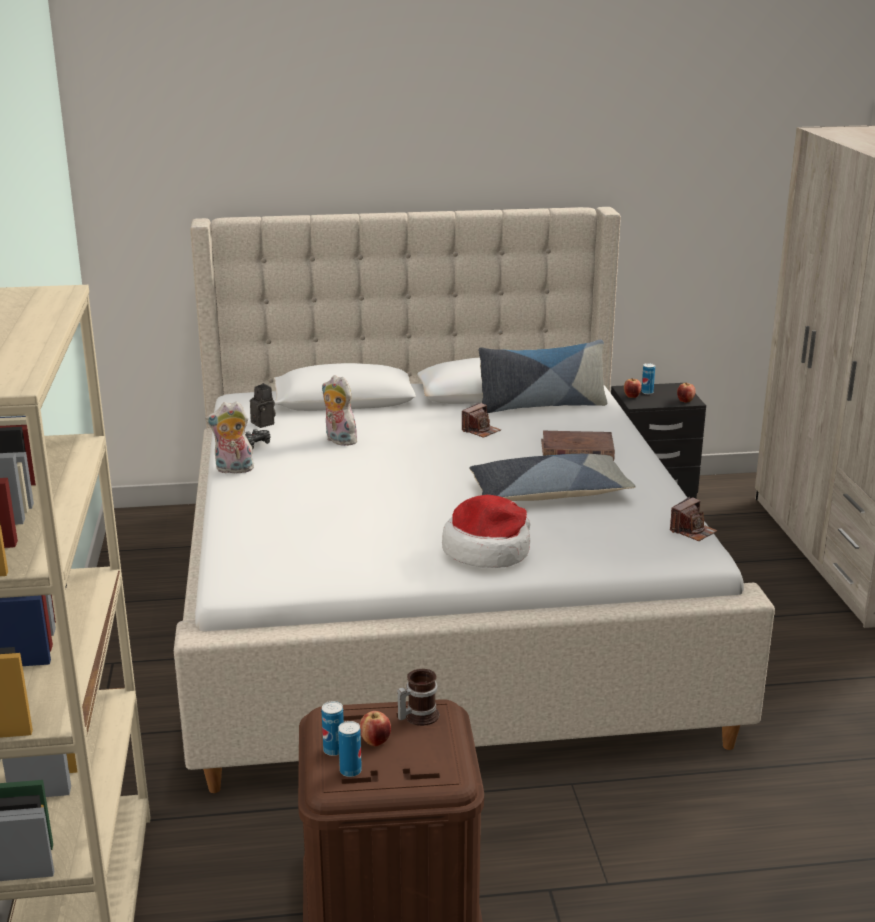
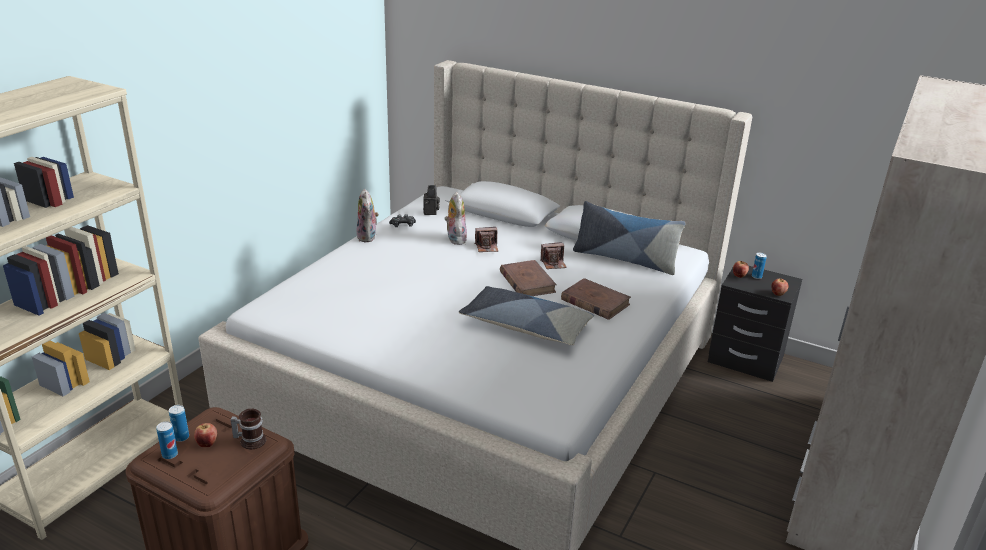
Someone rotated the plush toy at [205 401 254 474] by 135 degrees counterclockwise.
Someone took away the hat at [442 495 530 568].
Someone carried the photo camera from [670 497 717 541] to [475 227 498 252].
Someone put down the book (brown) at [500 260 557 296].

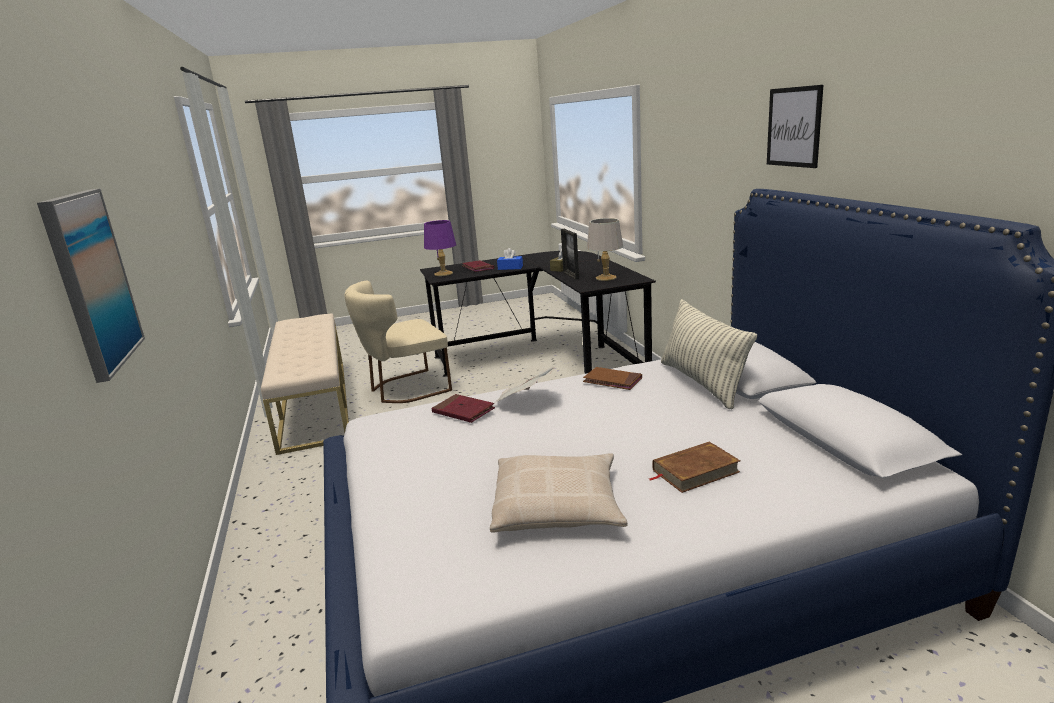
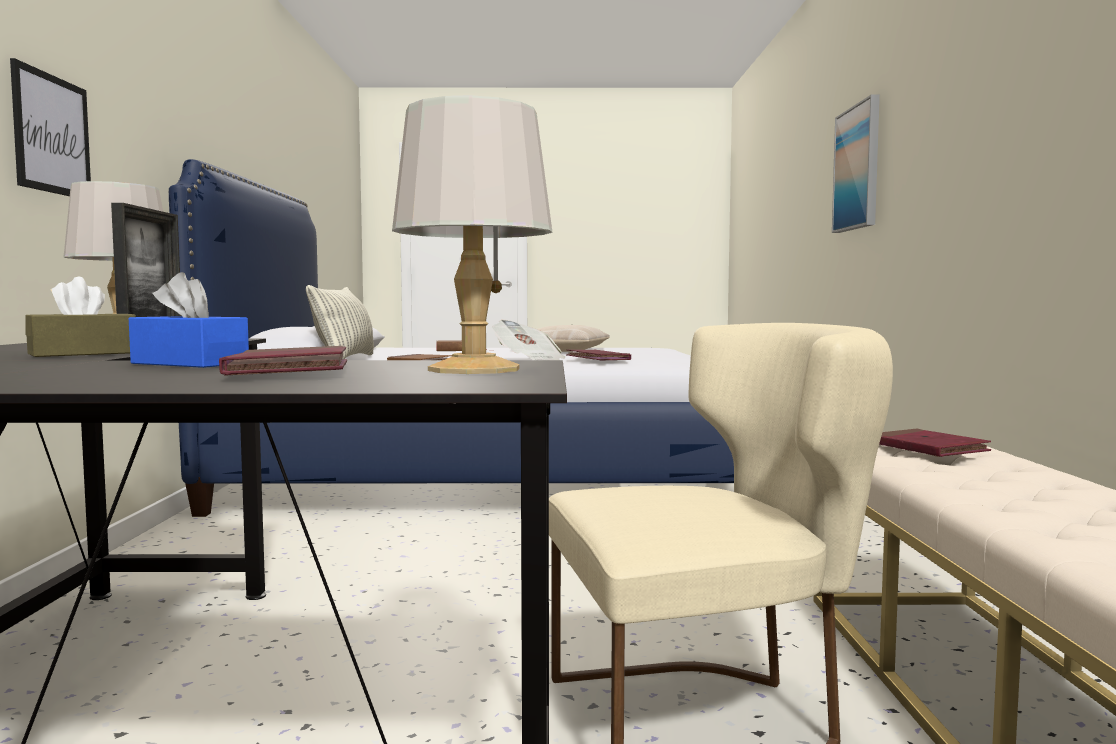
Someone carried the picture from [767 85 823 168] to [10 58 91 196].
Someone repainted the table lamp (purple) at [424 220 456 276], which became the table lamp (grey) at [392 95 553 374].
Someone put down the book (red) at [879 429 991 457].

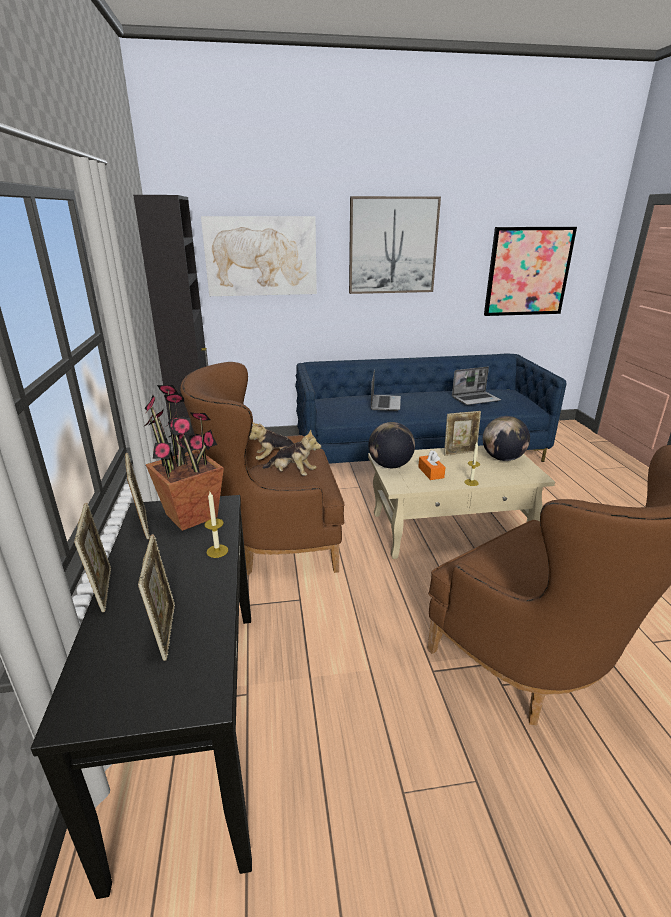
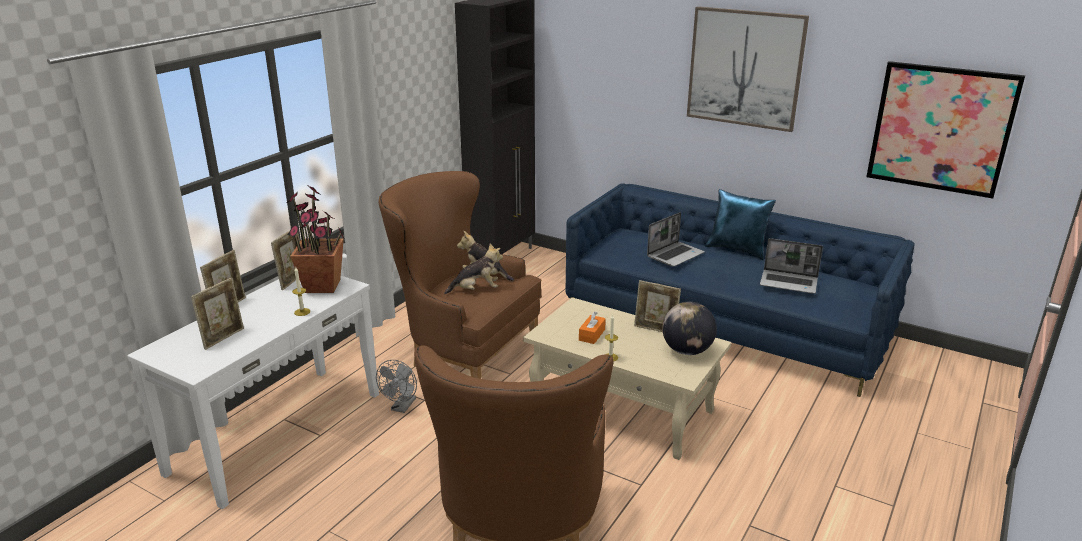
Someone took away the picture at [201 216 317 296].
Someone took away the globe at [368 422 415 468].
Someone rotated the plush toy at [262 429 321 476] by 75 degrees counterclockwise.
Someone repainted the console table (black) at [31 495 252 899], which became the console table (white) at [127 276 379 509].
Someone put down the pillow (blue) at [705 189 776 260].
Someone put down the fan (grey) at [376 360 417 413].

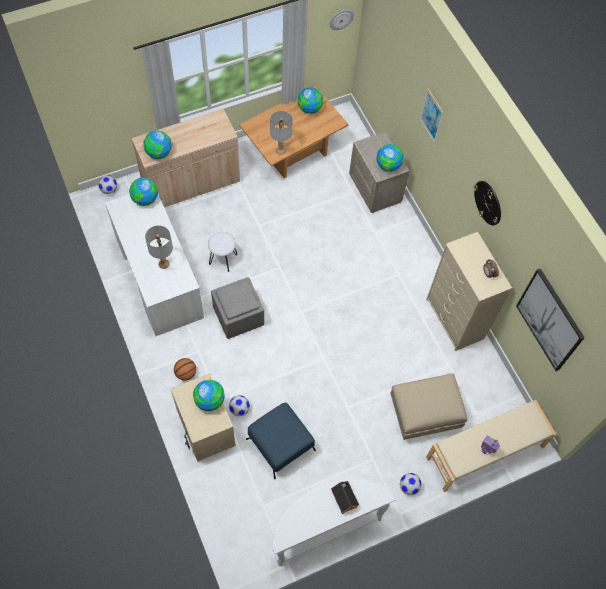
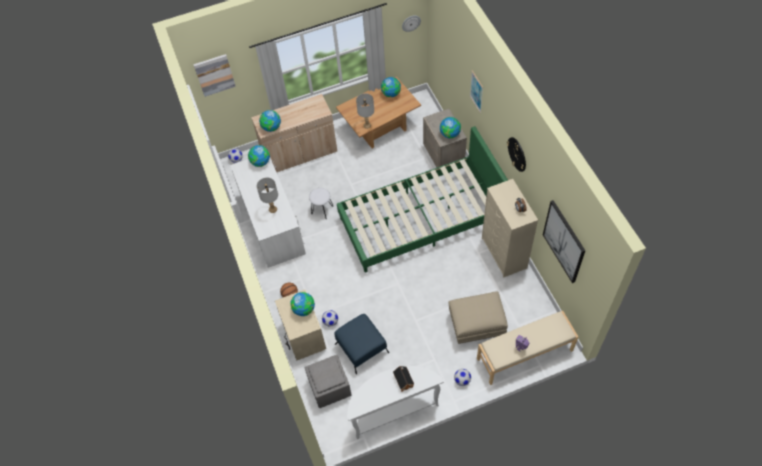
Someone carried the ottoman (grey) from [211 277 264 339] to [305 355 351 408].
Someone put up the picture at [193 54 236 97].
Someone put down the bed (green) at [337 126 508 272].

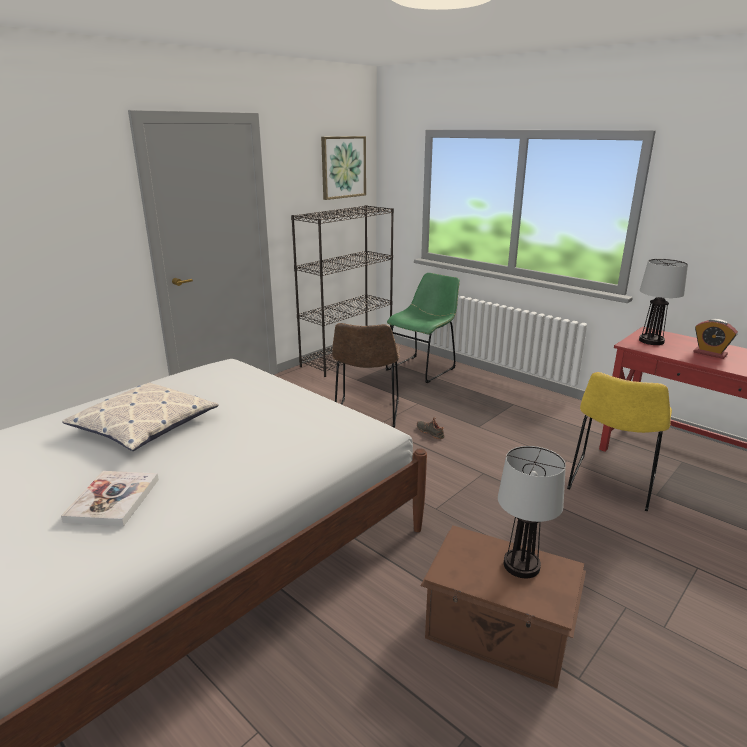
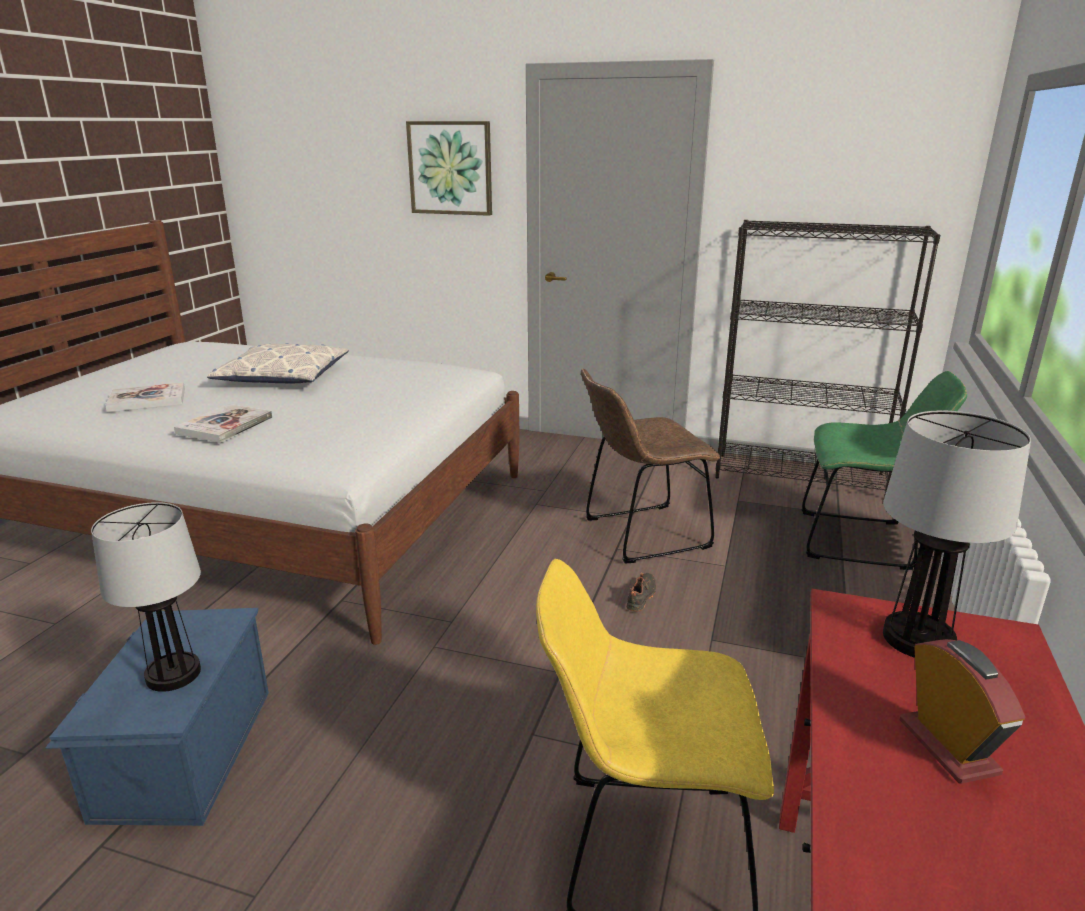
Someone carried the picture from [321 136 366 200] to [406 121 492 216].
Someone rotated the alarm clock at [693 319 738 359] by 150 degrees clockwise.
Someone repainted the storage box (brown) at [421 526 586 688], which became the storage box (blue) at [45 608 269 826].
Someone put down the book at [174 404 273 443].

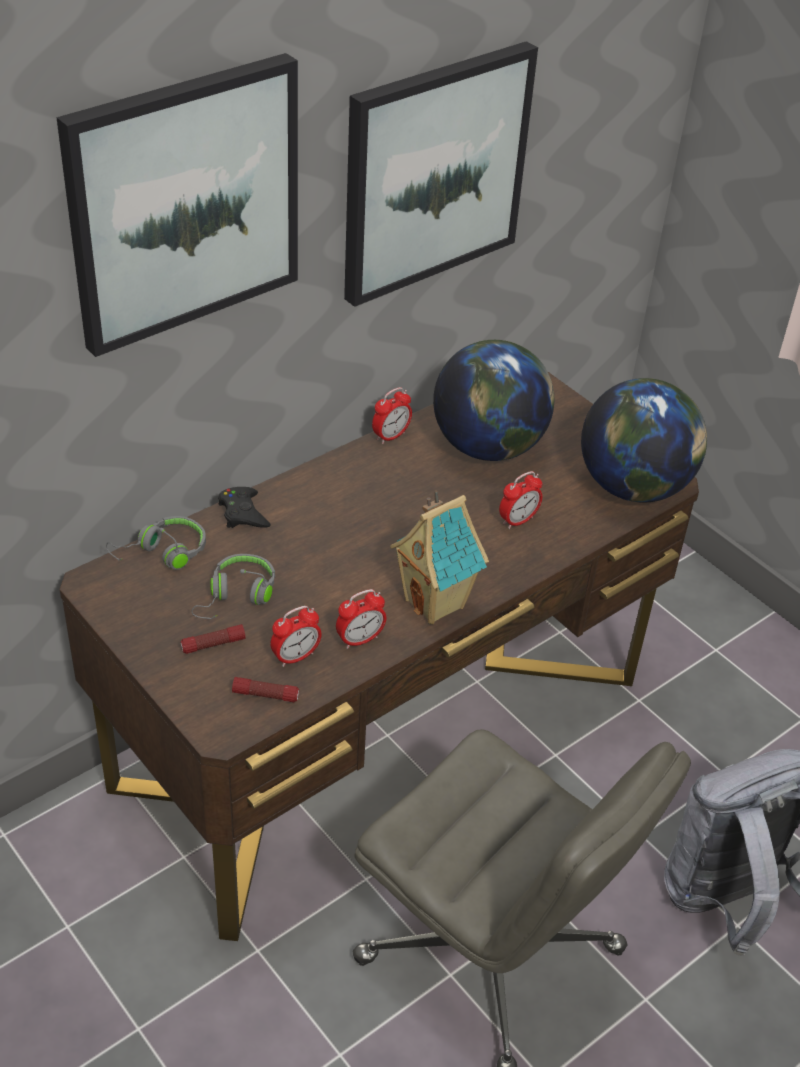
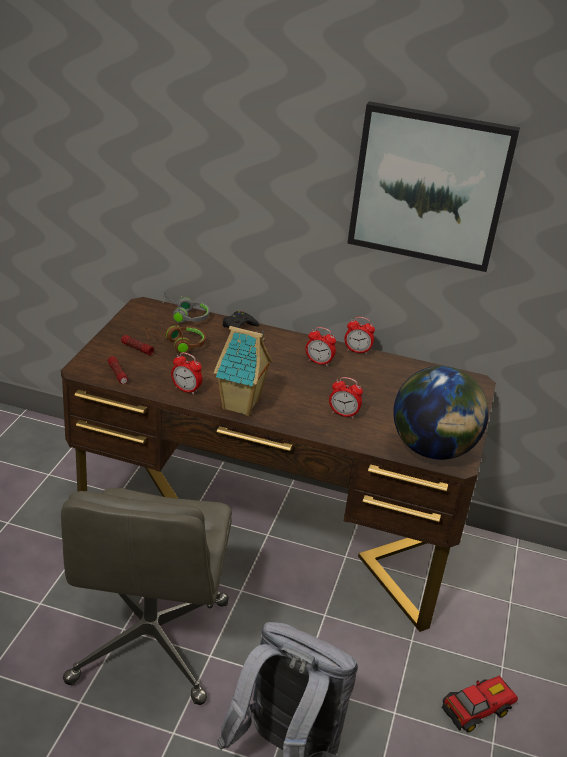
Someone took away the picture at [56 53 298 357].
Someone took away the globe at [433 340 554 461].
Someone repainted the headphones (grey) at [191 554 275 619], which became the headphones (brown) at [146 325 206 353].
Someone carried the alarm clock from [270 606 322 667] to [306 327 336 366].
Someone put down the toy car at [442 675 518 733].

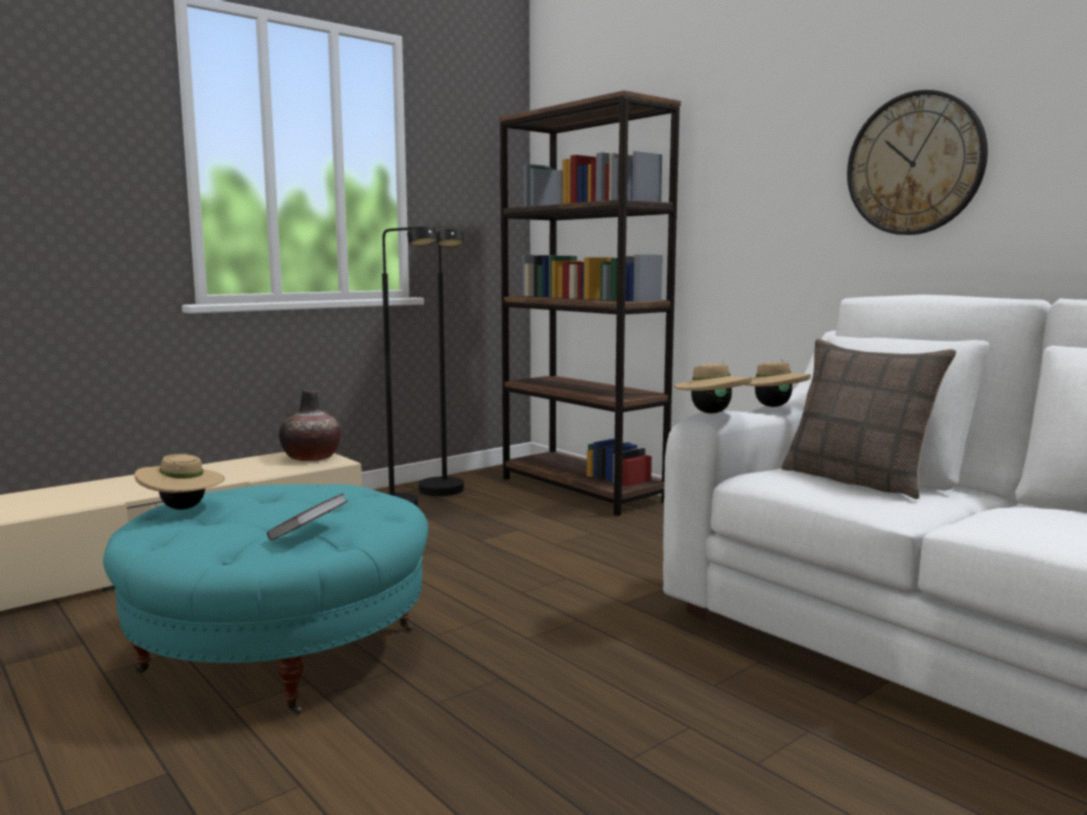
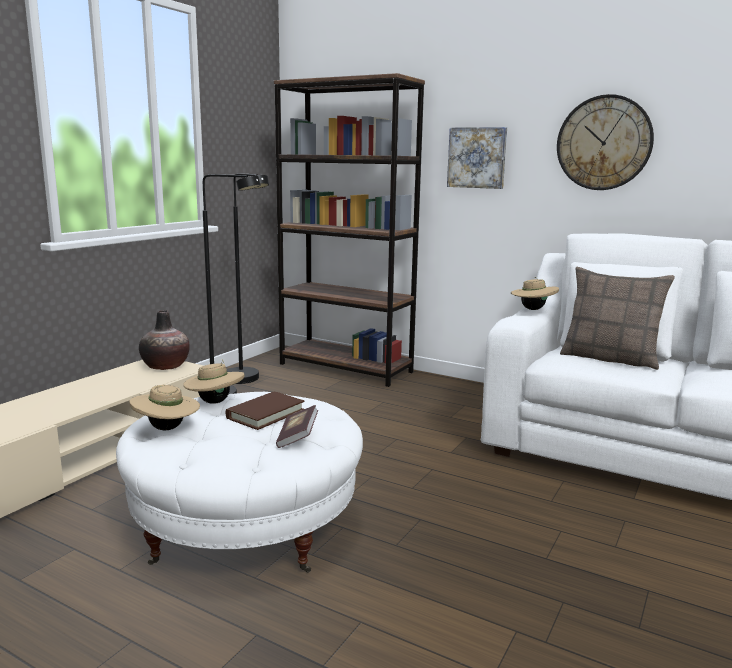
Someone carried the hat (beige) from [674 360 752 413] to [183 359 245 404].
Someone repainted the ottoman (turquoise) at [103 484 428 715], which became the ottoman (white) at [116 392 363 573].
Someone put up the picture at [447 127 507 189].
Someone put down the book (brown) at [225 391 305 430].

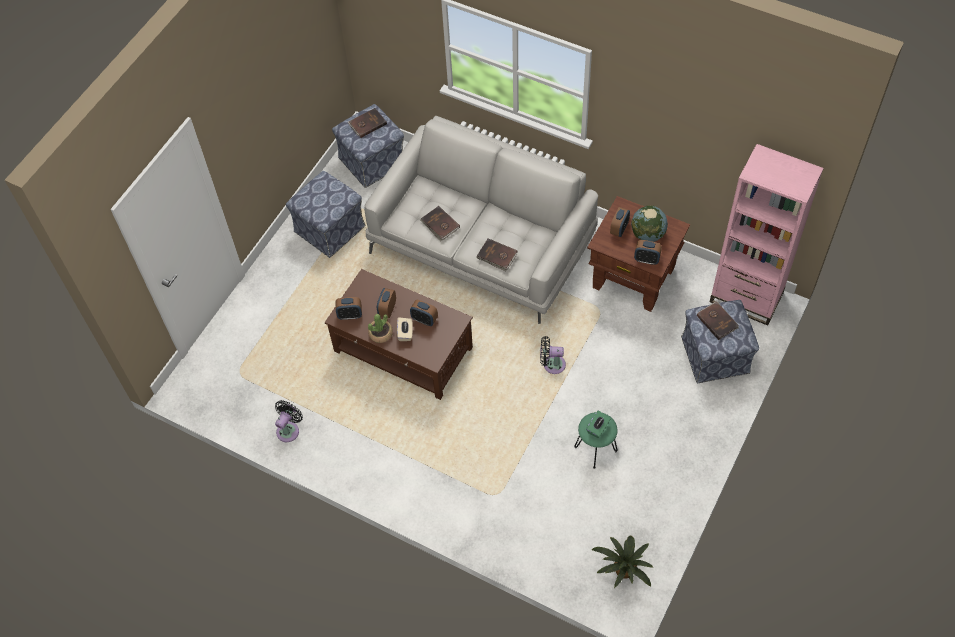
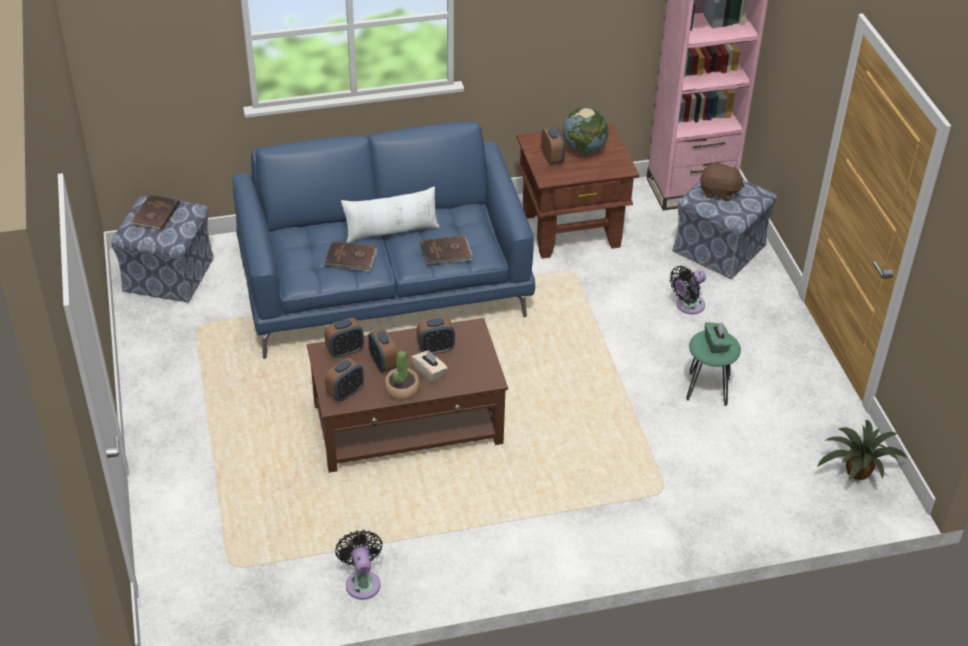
Someone repainted the sofa (grey) at [364 116 598 324], which became the sofa (blue) at [232 121 535 359].
Someone took away the ottoman at [286 171 365 258].
Someone carried the alarm clock from [634 240 662 265] to [324 318 364 358].
Someone swapped the book (brown) at [697 301 739 340] for the plush toy (brown) at [700 163 745 201].
Someone carried the fan (black) from [540 336 566 374] to [670 266 706 314].
Someone put down the pillow (white) at [341 186 440 243].

